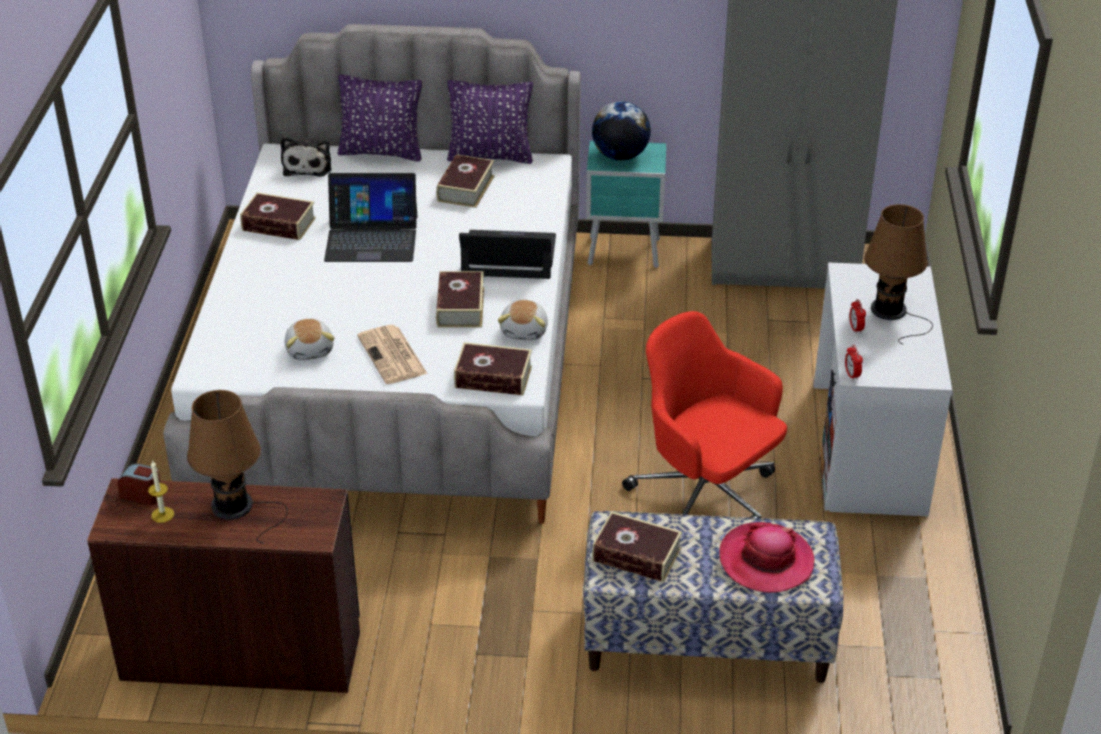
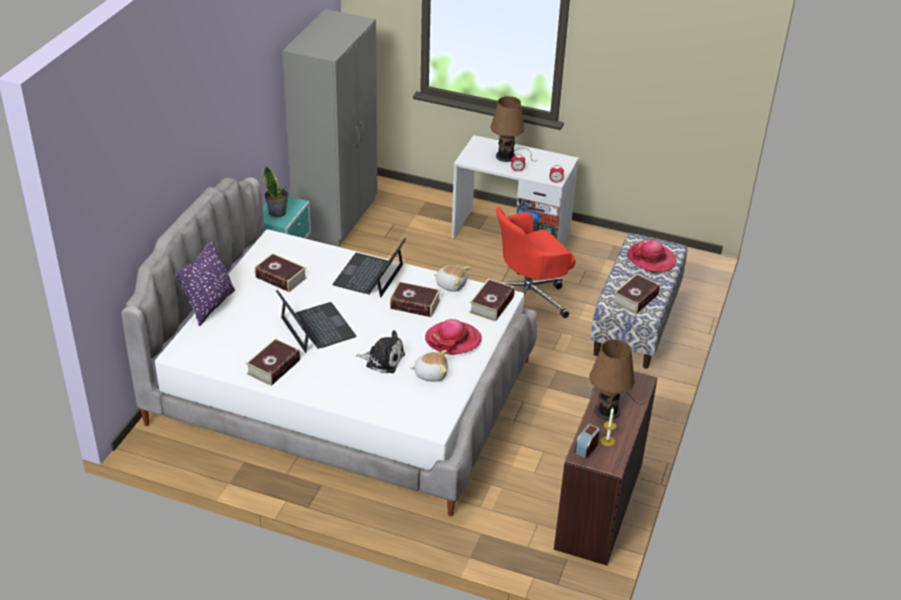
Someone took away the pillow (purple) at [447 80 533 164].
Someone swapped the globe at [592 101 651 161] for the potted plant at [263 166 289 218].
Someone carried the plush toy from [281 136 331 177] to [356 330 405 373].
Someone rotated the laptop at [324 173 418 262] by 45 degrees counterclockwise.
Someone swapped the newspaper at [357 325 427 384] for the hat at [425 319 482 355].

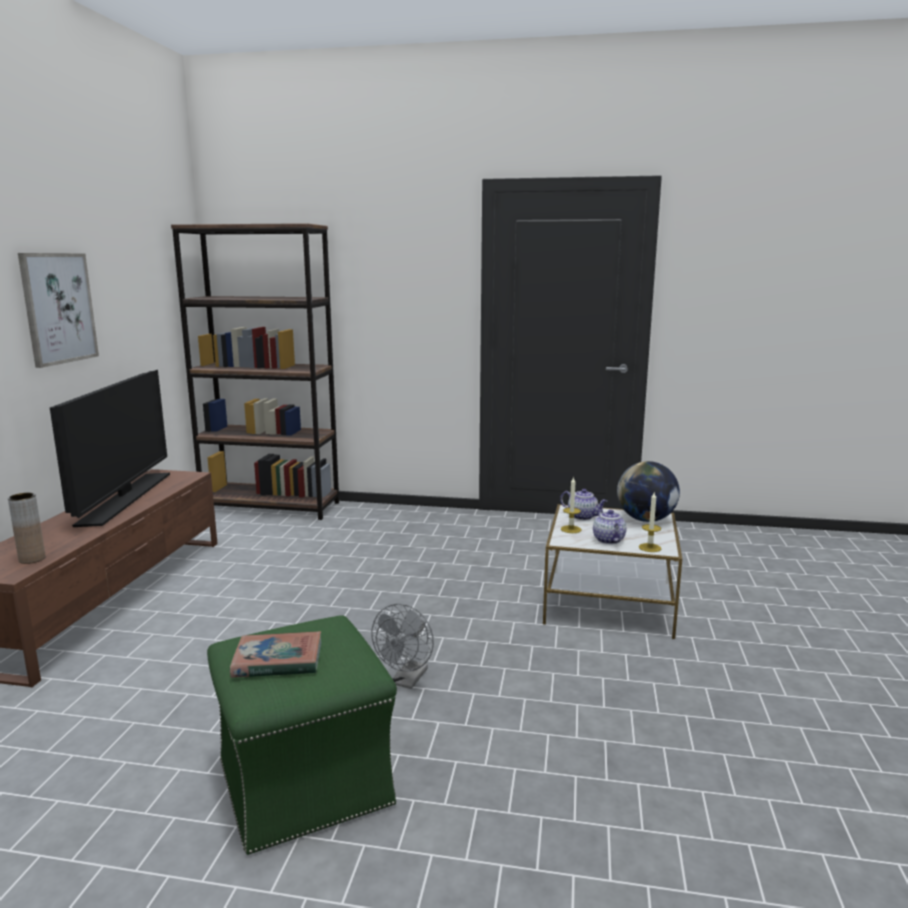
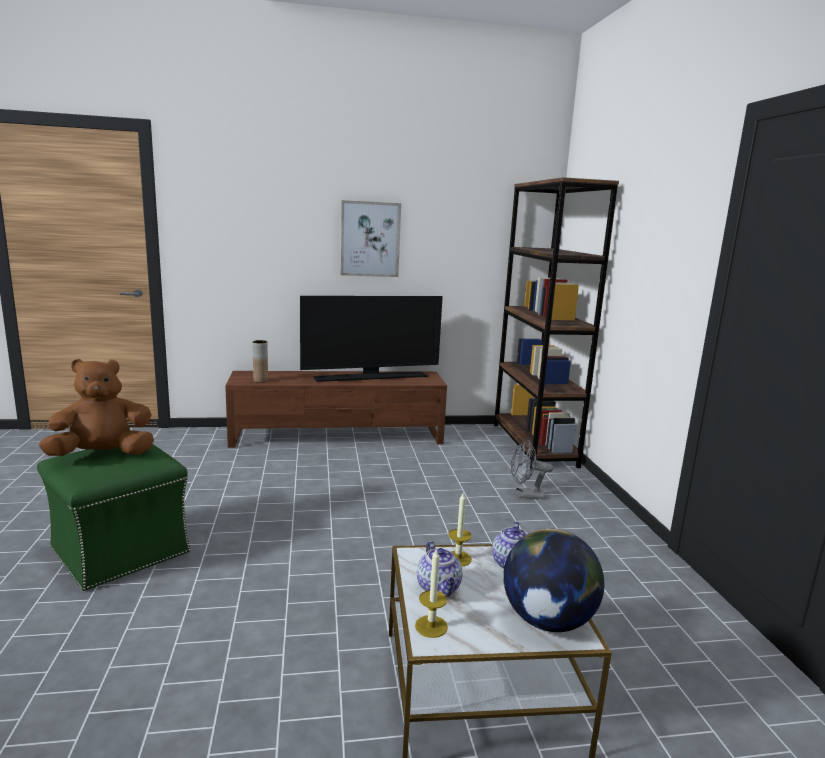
Someone rotated the teapot at [593 509 627 544] by 105 degrees clockwise.
Someone carried the fan (grey) from [371 604 434 689] to [511 440 553 499].
Someone swapped the book at [230 631 322 678] for the plush toy (brown) at [39 359 154 456].

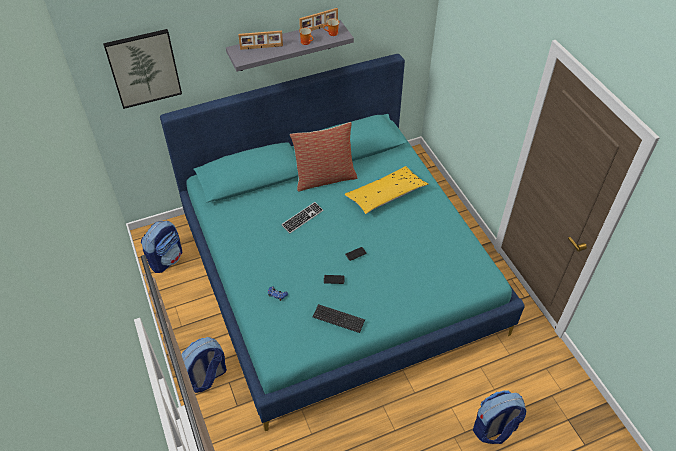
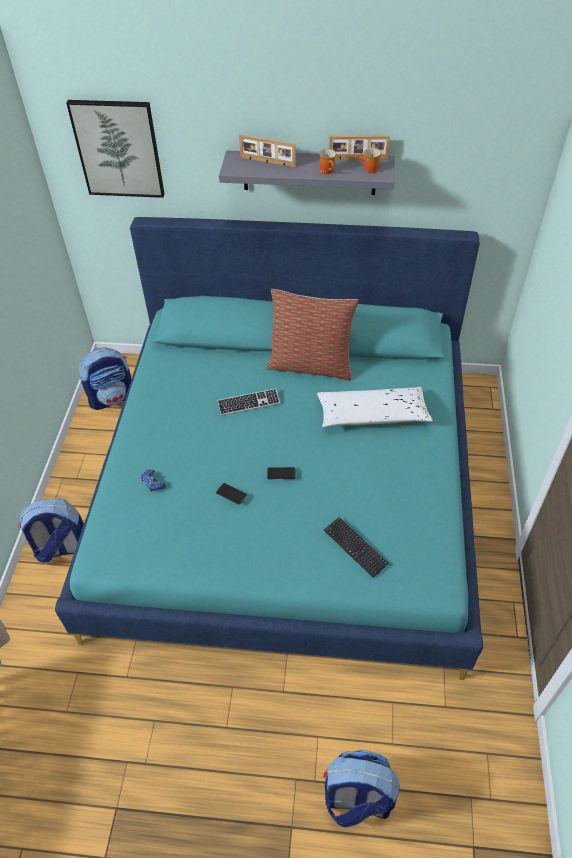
Someone repainted the pillow (yellow) at [344 166 428 214], which became the pillow (white) at [317 387 433 427].
Someone carried the keyboard from [313 304 365 333] to [324 517 389 578].

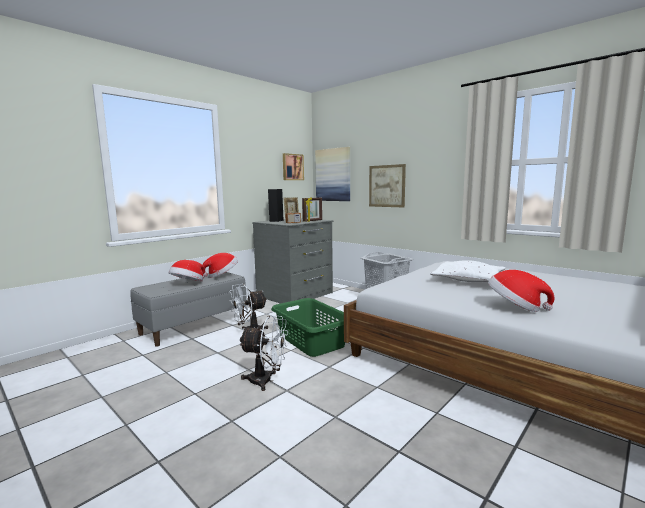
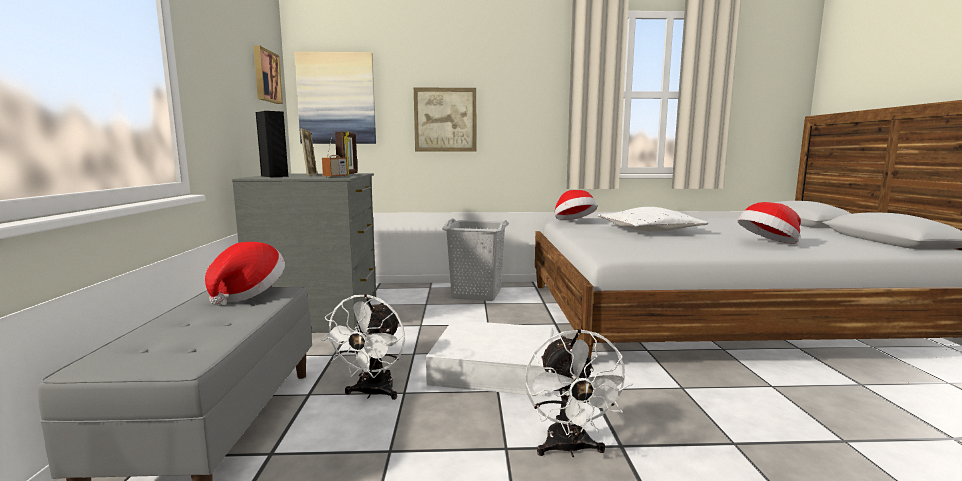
Someone carried the hat from [169 260 204 282] to [555 190 597 220].
Someone swapped the laundry basket (green) at [271 298 345 357] for the storage box (white) at [426 320 553 397].
Someone rotated the fan (white) at [239 315 288 391] by 120 degrees clockwise.

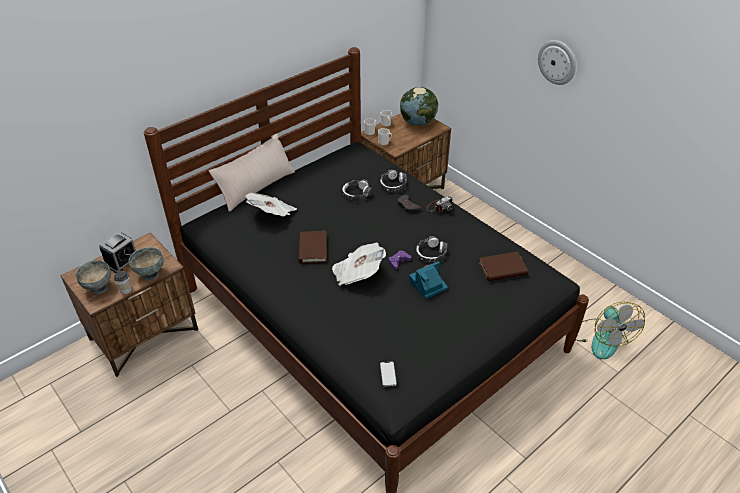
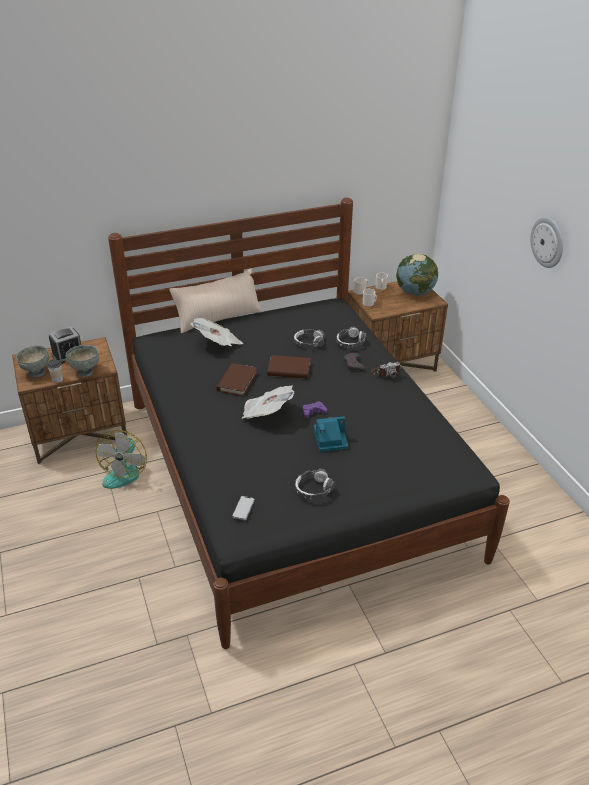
Someone carried the headphones from [416 236 447 262] to [295 468 335 499].
Someone carried the book (brown) from [478 252 528 281] to [267 355 311 379].
Someone carried the fan from [576 302 645 360] to [95 430 147 489].

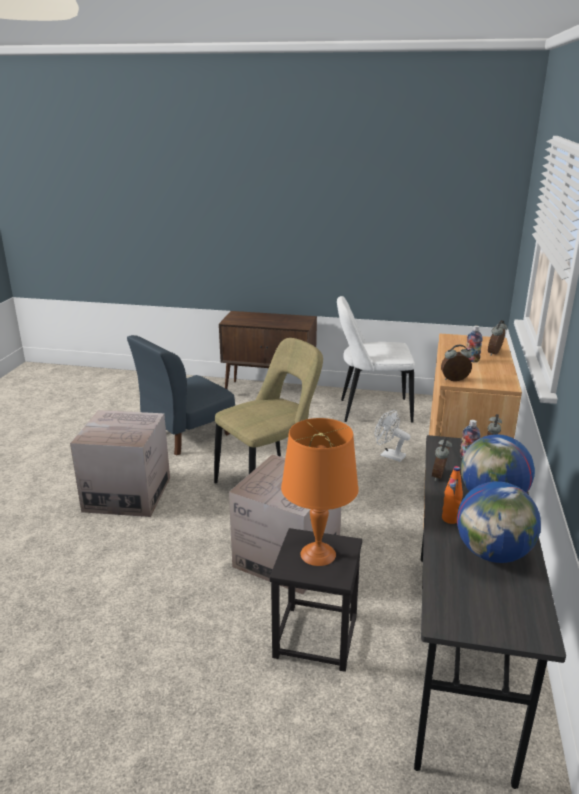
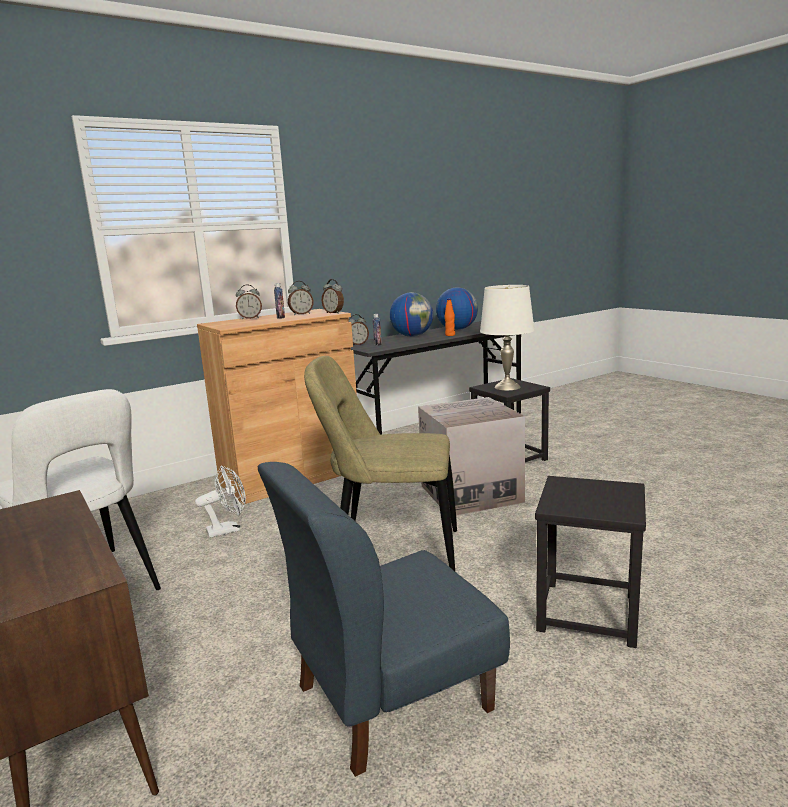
Someone rotated the chair (blue) at [127 335 235 456] by 150 degrees clockwise.
Someone swapped the cardboard box at [70 410 170 517] for the stool (black) at [535 476 646 648].
Someone rotated the fan (white) at [375 410 410 462] by 105 degrees counterclockwise.
Someone repainted the table lamp (orange) at [281 418 359 566], which became the table lamp (white) at [480 285 535 391].
Someone carried the alarm clock from [432 437 452 481] to [288 281 314 315].

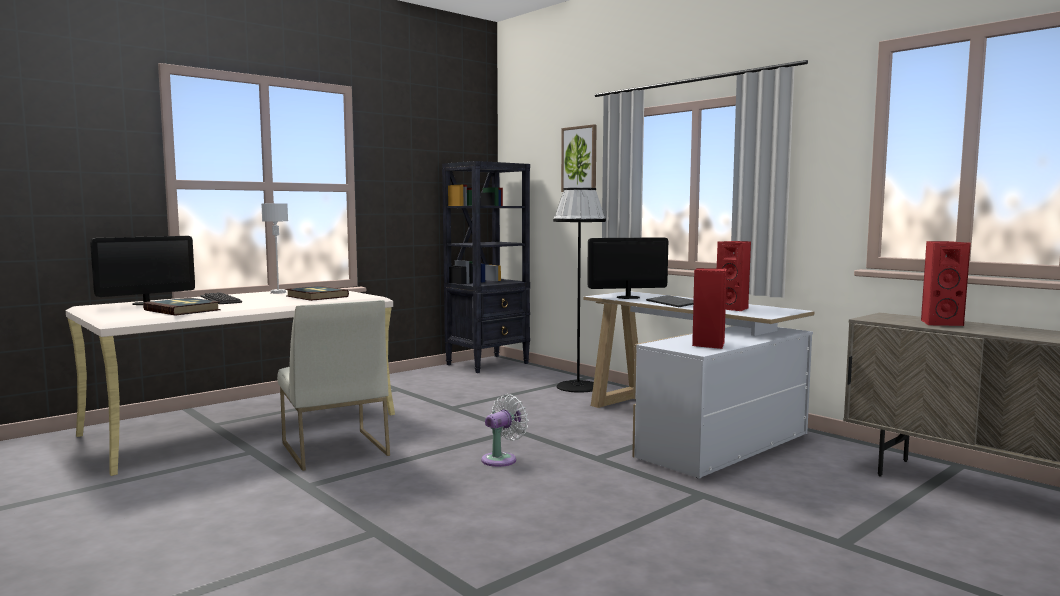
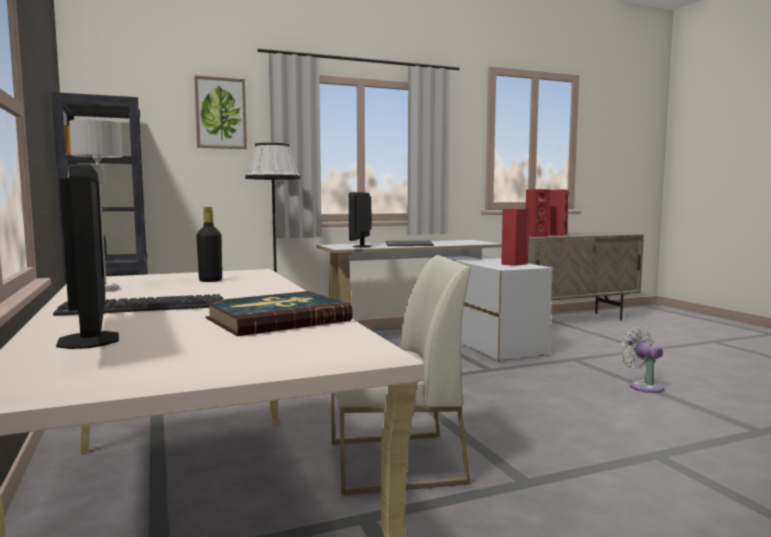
Someone carried the speaker (red) from [717 241 751 311] to [526 189 551 237].
Someone swapped the book at [286 286 349 301] for the bottle (black) at [196 207 222 282].
Someone carried the fan (white) from [481 394 529 467] to [620 327 664 393].

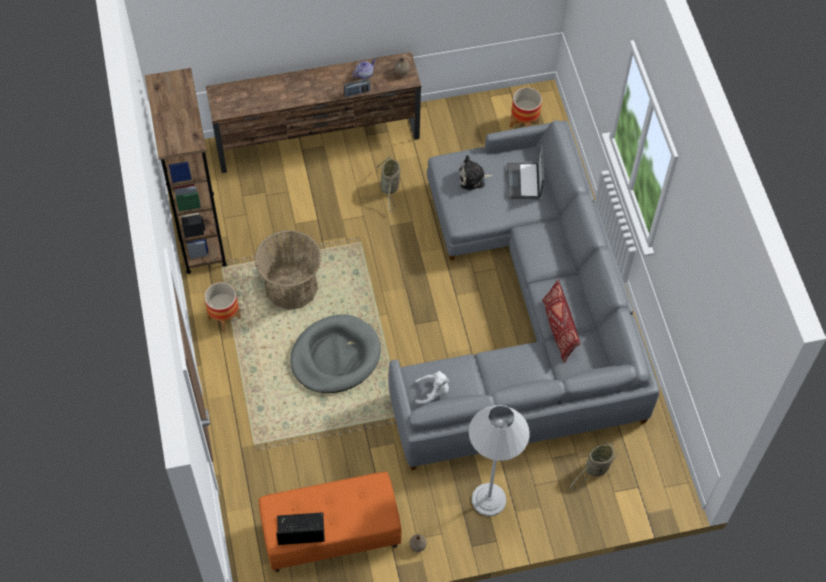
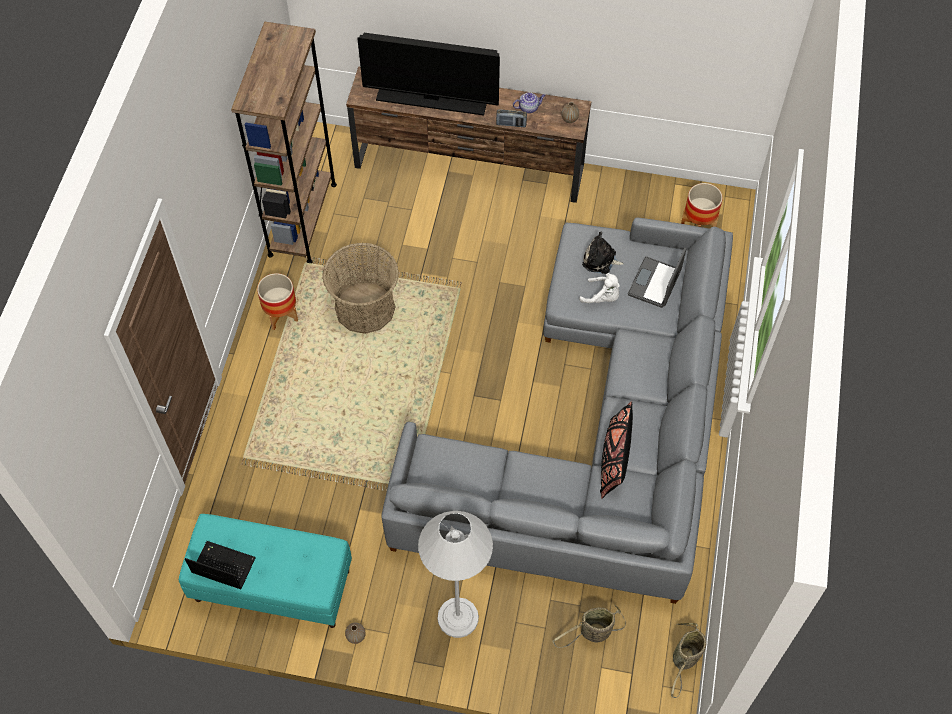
Someone carried the basket from [376 156 401 212] to [671 623 706 698].
Someone repainted the pillow (red) at [542 279 580 363], which became the pillow (black) at [600 401 633 499].
Someone took away the dog bed (grey) at [290 315 381 393].
Someone carried the plush toy (white) from [415 371 449 404] to [579 273 620 303].
Someone repainted the bench (orange) at [259 472 402 572], which became the bench (turquoise) at [179 514 352 628].
Someone put down the television at [357 33 500 115].

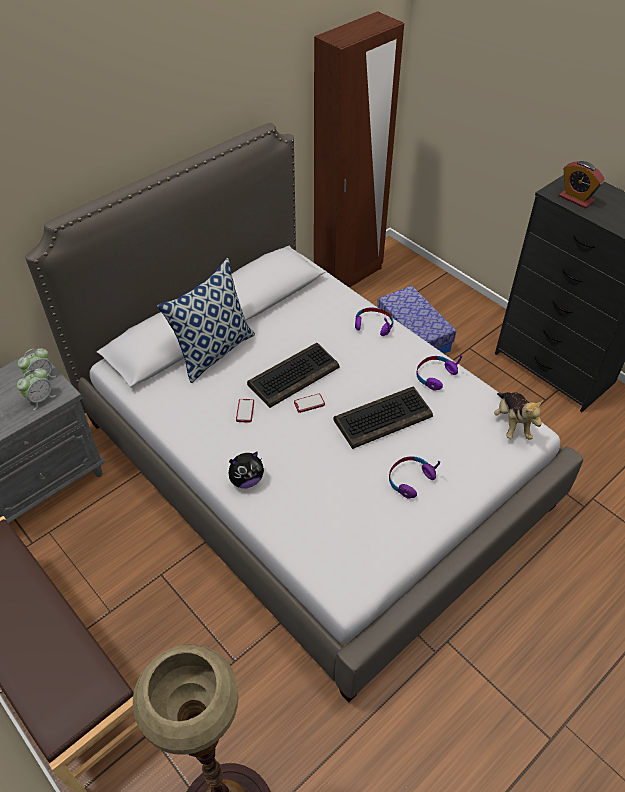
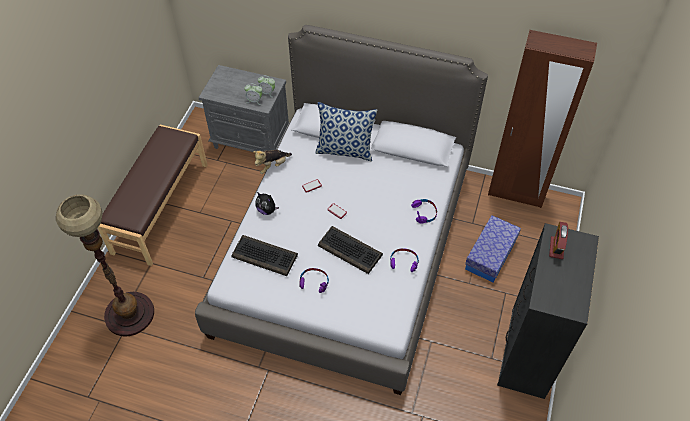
Someone carried the keyboard from [247 343 340 408] to [232 235 298 276].
Someone carried the plush toy from [494 392 543 440] to [253 150 292 174].

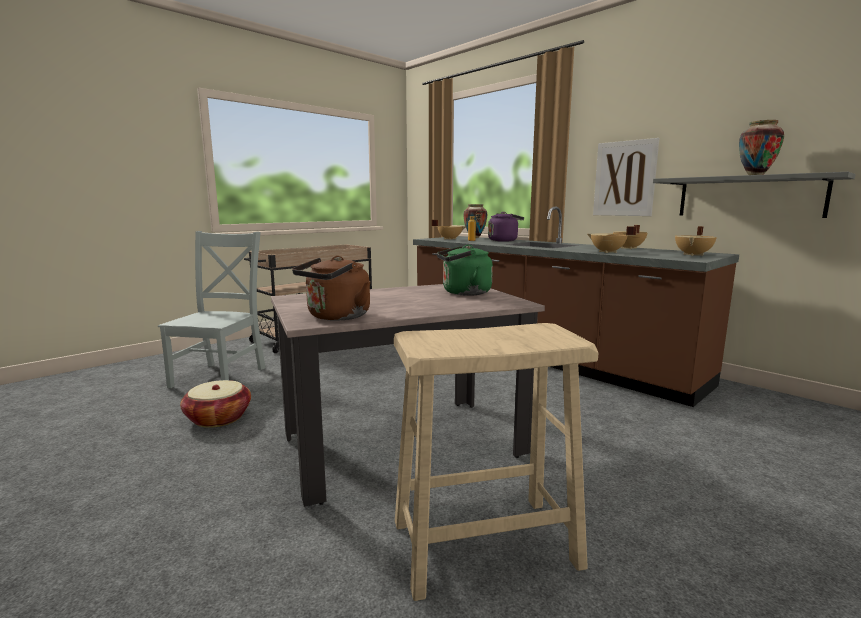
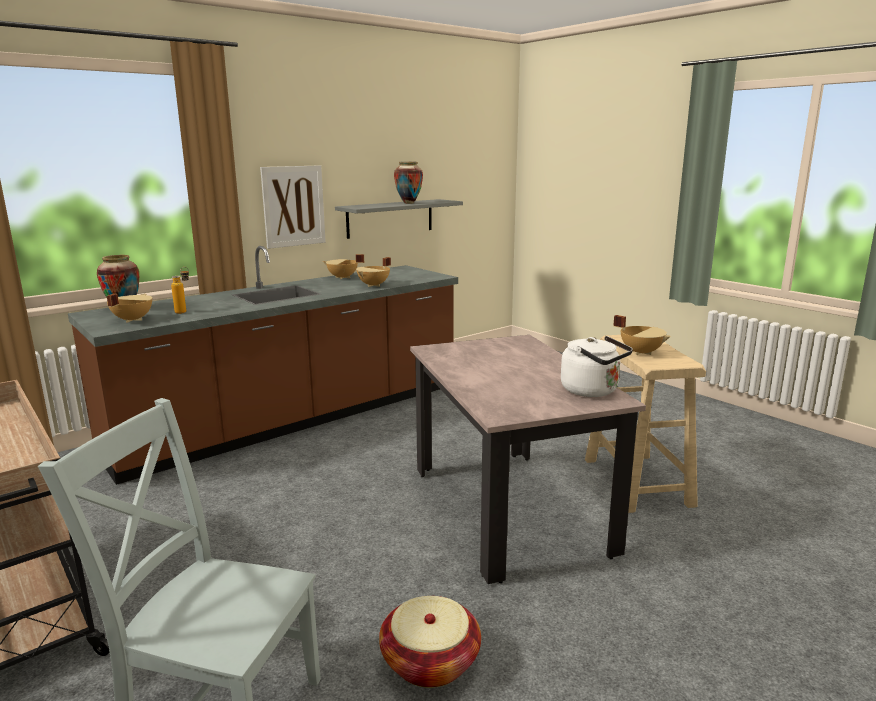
Someone took away the kettle (purple) at [488 212 524 242].
Someone carried the cooking pot (beige) from [675 226 717 256] to [613 315 671 355].
Someone took away the kettle (green) at [437 245 493 296].
Someone repainted the kettle (brown) at [292 256 370 321], which became the kettle (white) at [561 336 633 397].

